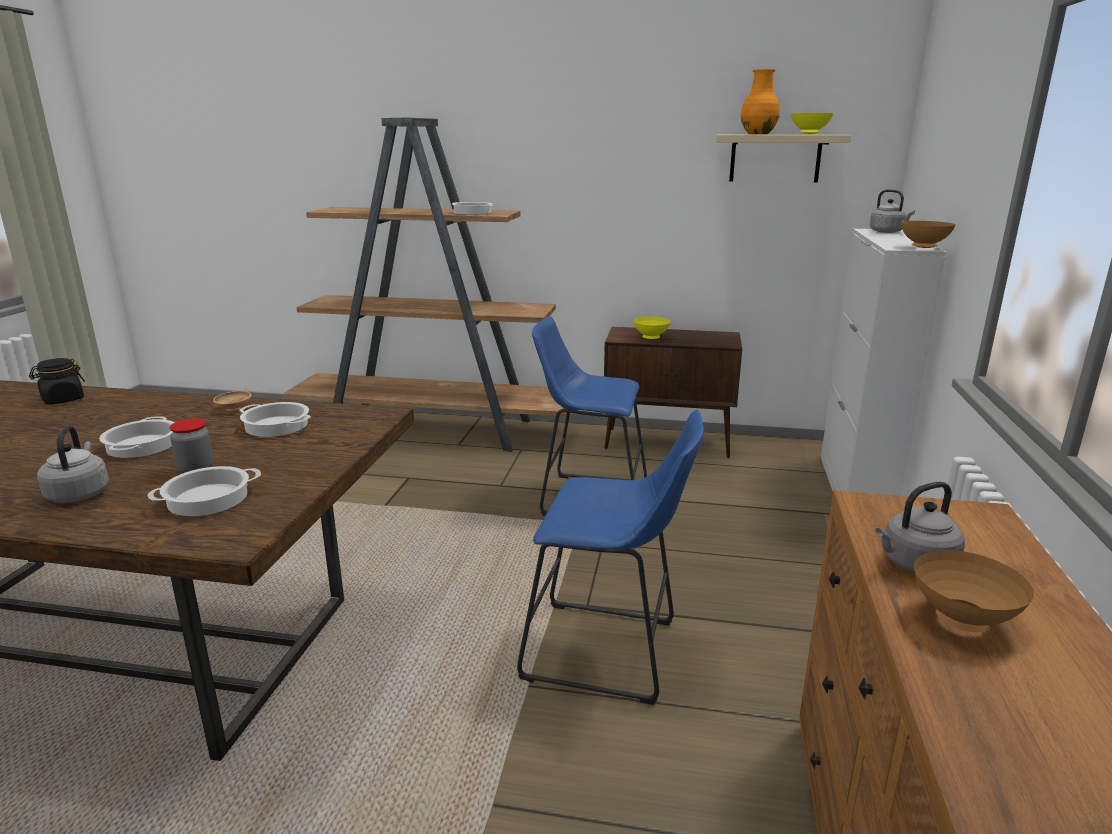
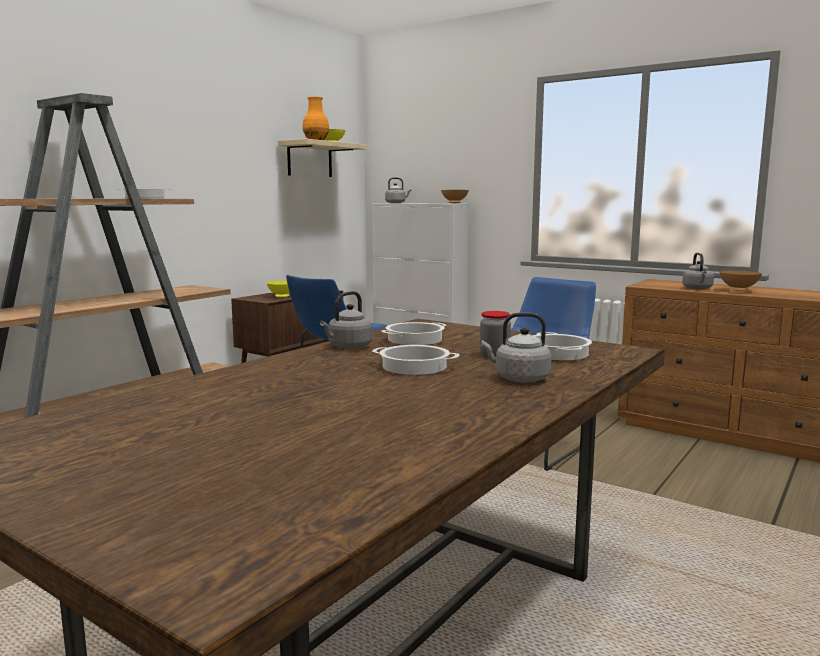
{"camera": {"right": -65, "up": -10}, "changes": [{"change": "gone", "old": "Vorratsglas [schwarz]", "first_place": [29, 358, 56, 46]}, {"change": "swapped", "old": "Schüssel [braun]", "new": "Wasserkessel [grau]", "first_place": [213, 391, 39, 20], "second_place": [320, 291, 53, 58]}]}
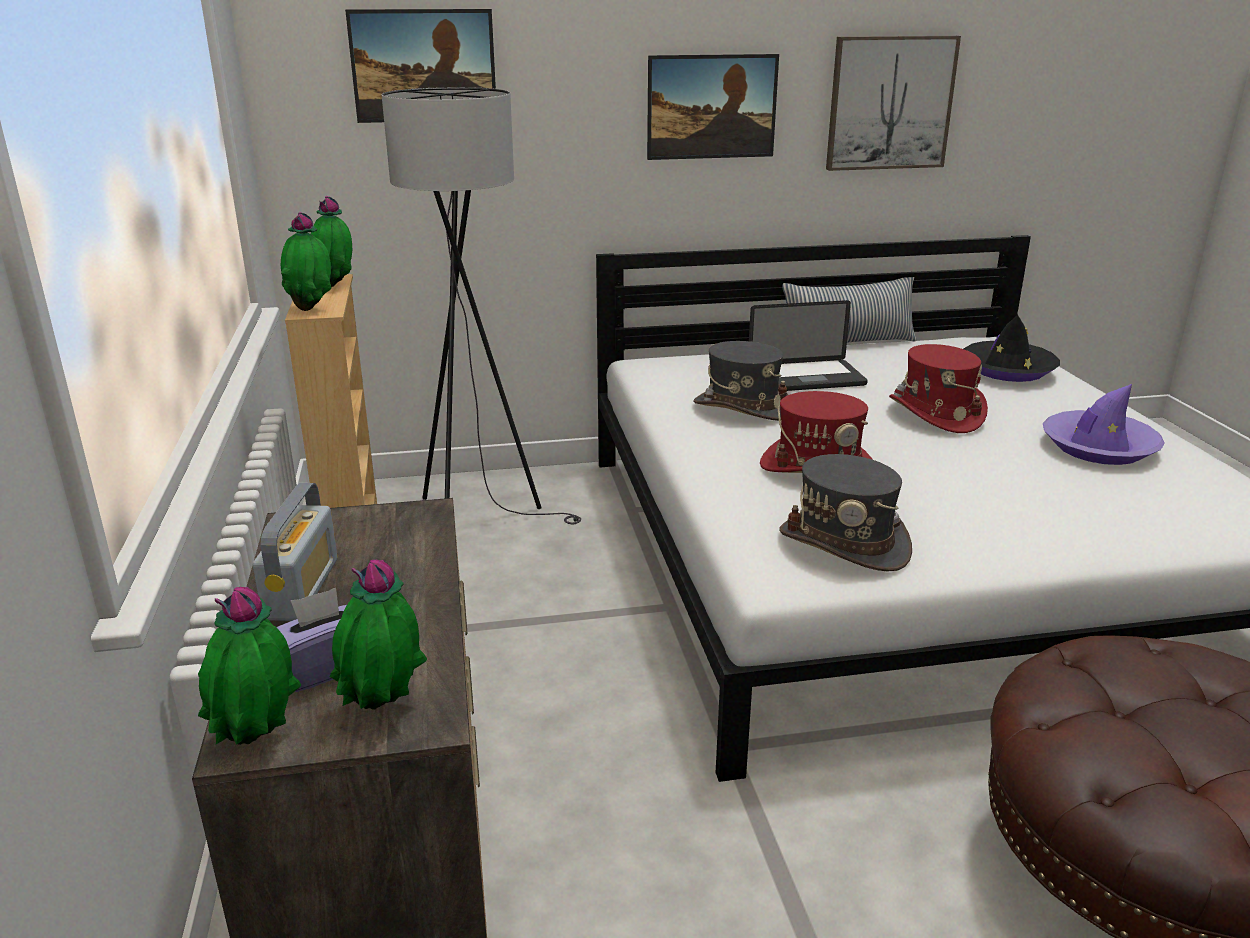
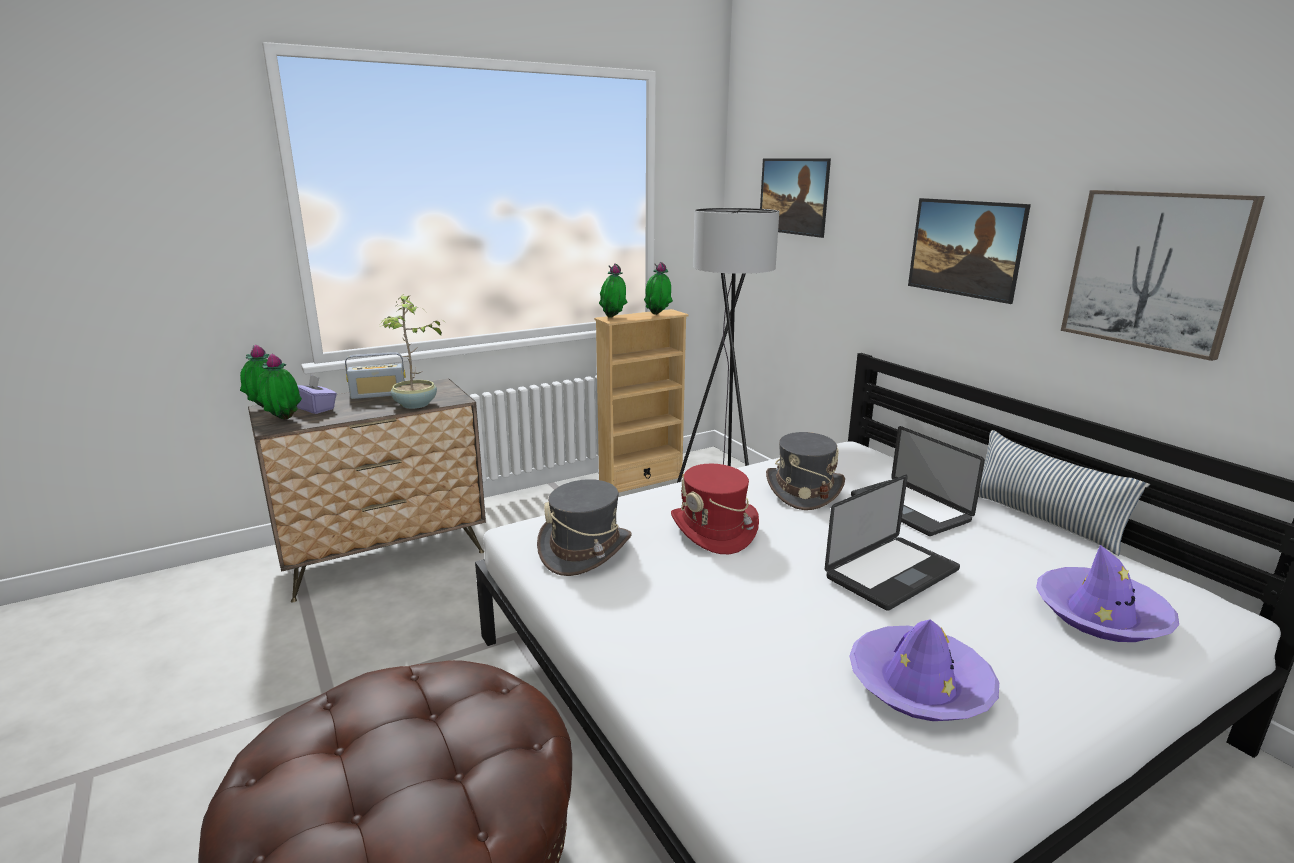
{"camera": {"right": 70, "up": -5}, "changes": [{"change": "swapped", "old": "Hut [rot]", "new": "Laptop", "first_place": [889, 344, 99, 89], "second_place": [825, 475, 135, 135]}, {"change": "repainted", "old": "Hut [schwarz]", "new": "Hut [lila]", "first_place": [964, 315, 96, 67], "second_place": [1036, 545, 143, 97]}, {"change": "new", "new": "Topfpflanze", "second_place": [380, 294, 62, 115]}]}
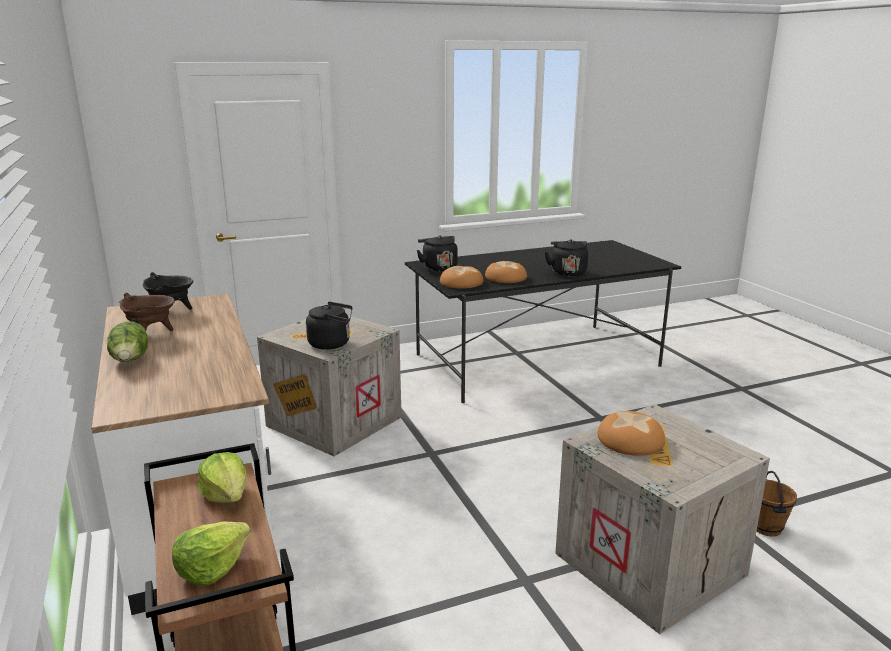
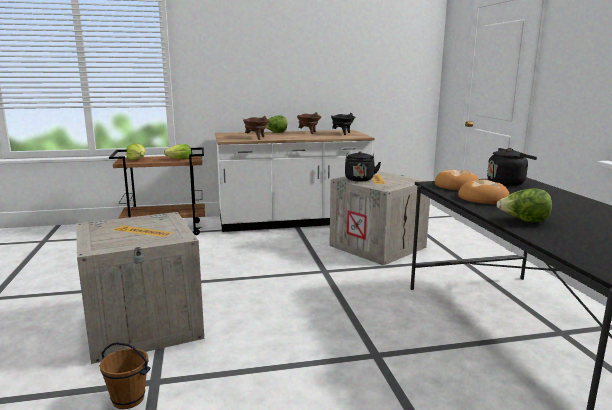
{"camera": {"right": 100, "up": -5}, "changes": [{"change": "swapped", "old": "Wasserkessel [schwarz]", "new": "Salatkopf", "first_place": [545, 239, 43, 38], "second_place": [497, 188, 55, 34]}, {"change": "gone", "old": "Brot", "first_place": [597, 411, 68, 45]}, {"change": "new", "new": "Kochtopf [braun]", "second_place": [243, 116, 27, 24]}]}
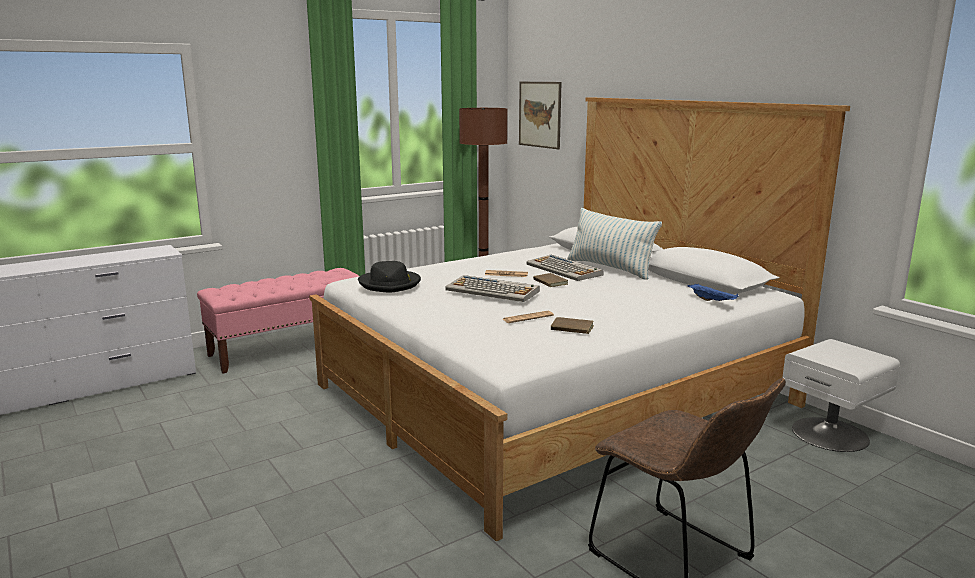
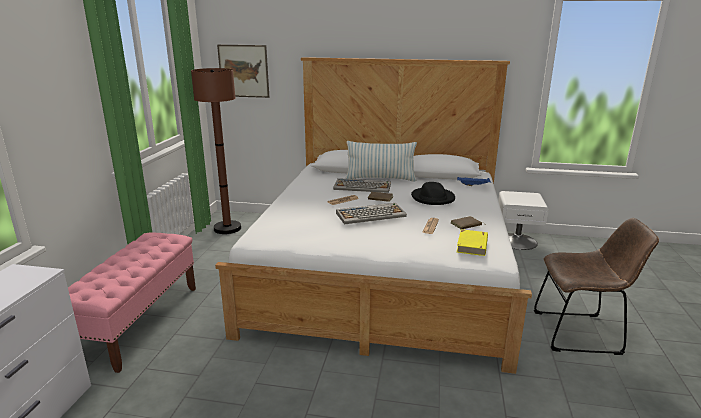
{"camera": {"right": -45, "up": 5}, "changes": [{"change": "shifted", "old": "Hut [schwarz]", "first_place": [358, 261, 63, 32], "second_place": [411, 182, 44, 23]}, {"change": "new", "new": "Buch [gelb]", "second_place": [457, 229, 31, 27]}]}
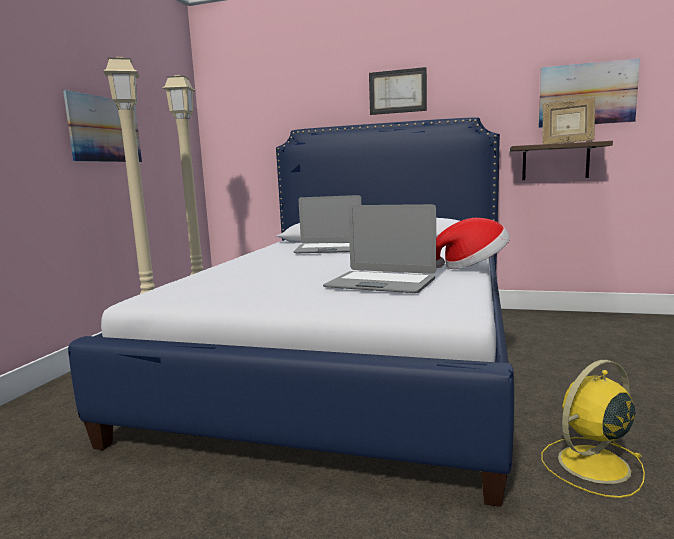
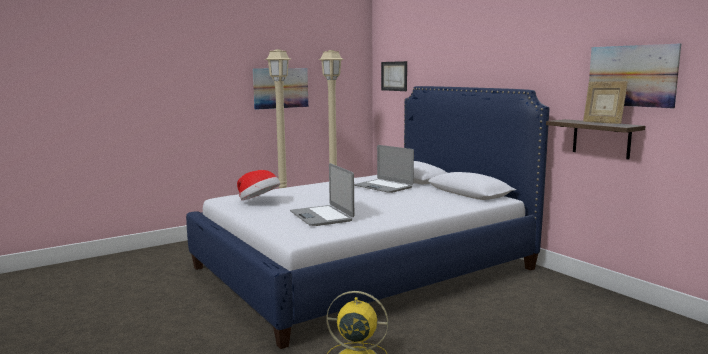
{"camera": {"right": 40, "up": 0}, "changes": [{"change": "shifted", "old": "Bild", "first_place": [369, 67, 58, 48], "second_place": [381, 61, 26, 30]}, {"change": "shifted", "old": "Hut", "first_place": [436, 218, 74, 51], "second_place": [237, 170, 43, 30]}]}
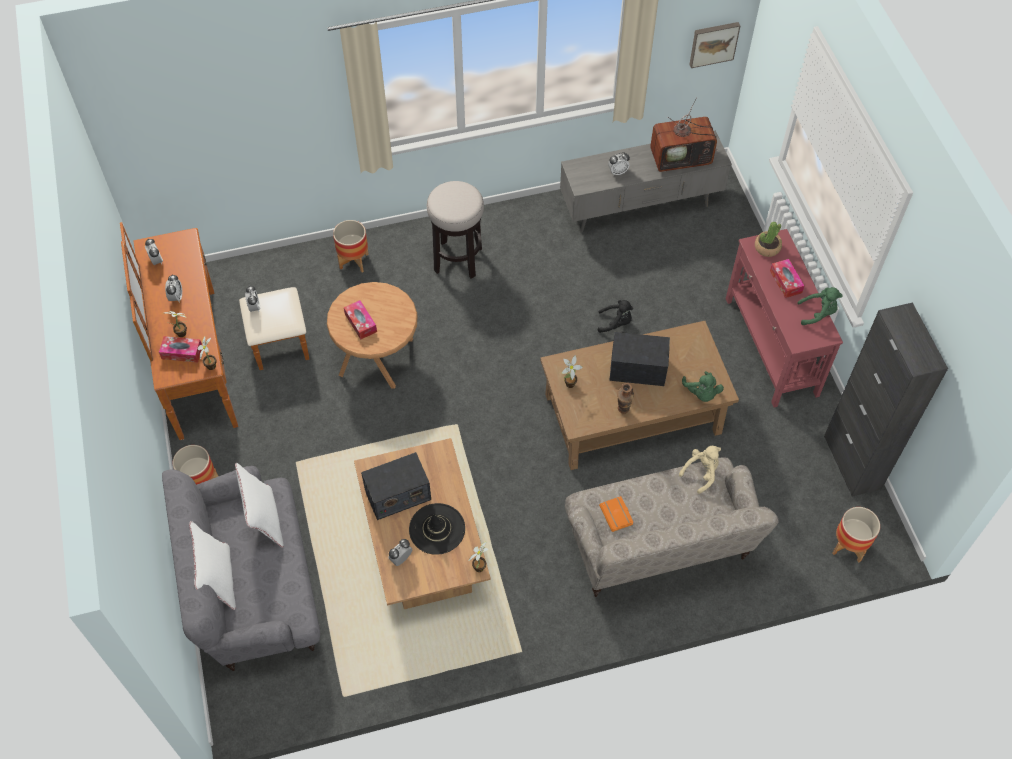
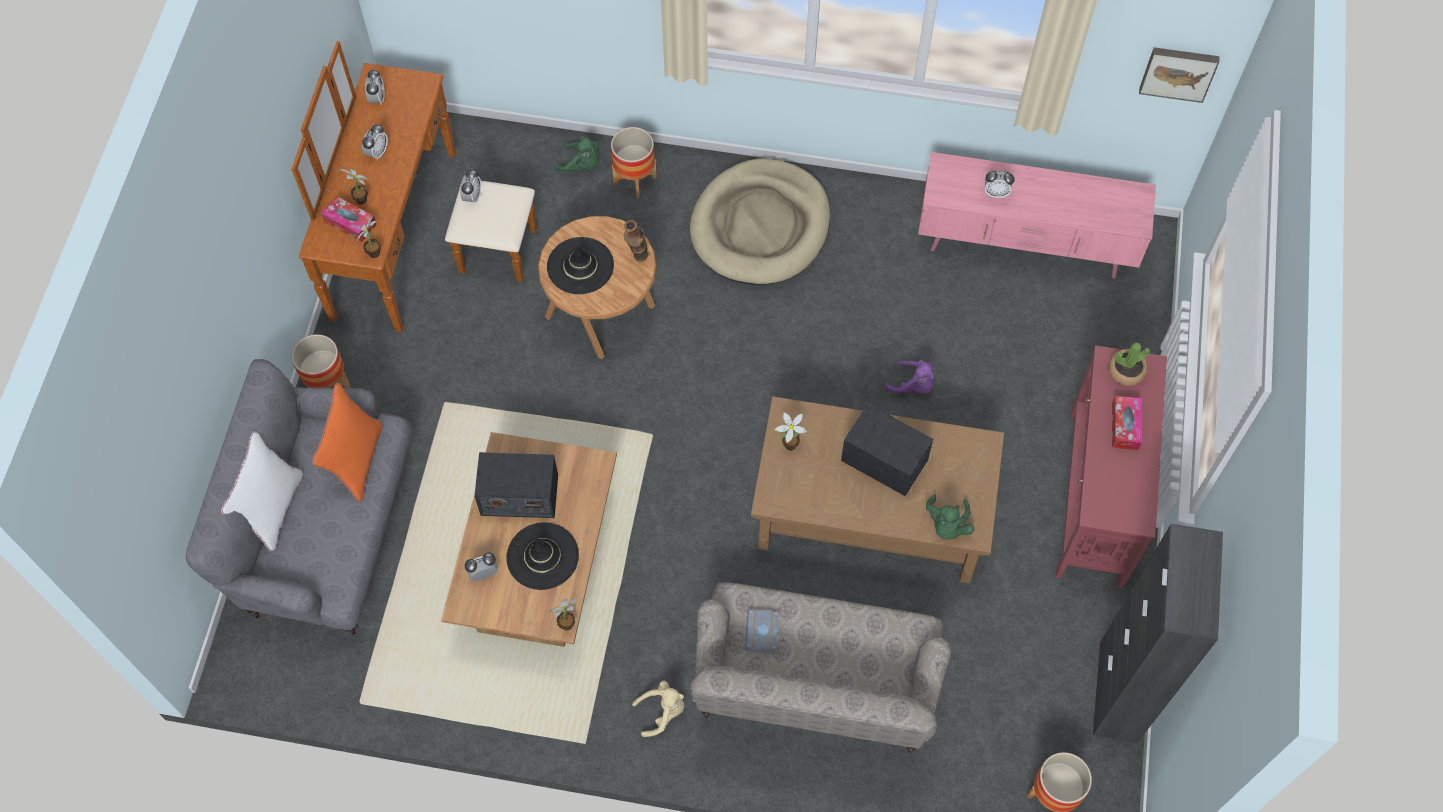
{"camera": {"right": 25, "up": 5}, "changes": [{"change": "repainted", "old": "Kissen [weiß]", "new": "Kissen [orange]", "first_place": [235, 463, 49, 85], "second_place": [312, 383, 70, 119]}, {"change": "swapped", "old": "Taschentuchbox", "new": "Hut [schwarz]", "first_place": [344, 300, 33, 40], "second_place": [547, 237, 67, 57]}, {"change": "swapped", "old": "Hocker", "new": "Hundebett [beige]", "first_place": [427, 181, 57, 98], "second_place": [690, 158, 140, 127]}, {"change": "repainted", "old": "Fernsehschrank [grau]", "new": "Fernsehschrank [rosa]", "first_place": [560, 131, 172, 102], "second_place": [918, 152, 238, 127]}, {"change": "repainted", "old": "Plüschtier [schwarz]", "new": "Plüschtier [lila]", "first_place": [598, 300, 35, 33], "second_place": [884, 360, 50, 34]}, {"change": "repainted", "old": "Buch [orange]", "new": "Buch [grau]", "first_place": [599, 496, 34, 36], "second_place": [745, 610, 33, 43]}, {"change": "shifted", "old": "Vase", "first_place": [617, 383, 17, 31], "second_place": [624, 220, 25, 42]}, {"change": "gone", "old": "Fernseher", "first_place": [650, 97, 68, 75]}, {"change": "shifted", "old": "Plüschtier [beige]", "first_place": [679, 446, 42, 48], "second_place": [632, 680, 52, 57]}, {"change": "shifted", "old": "Plüschtier [grün]", "first_place": [797, 287, 46, 38], "second_place": [554, 136, 45, 36]}]}
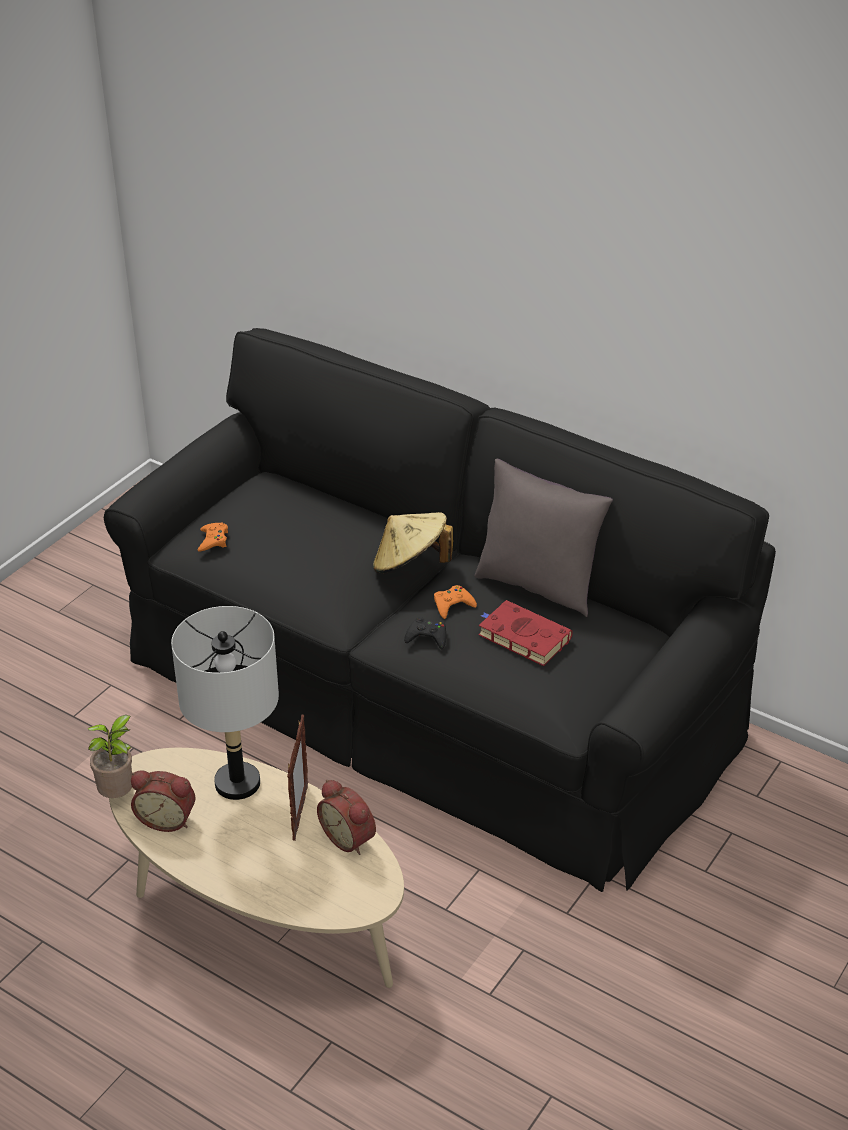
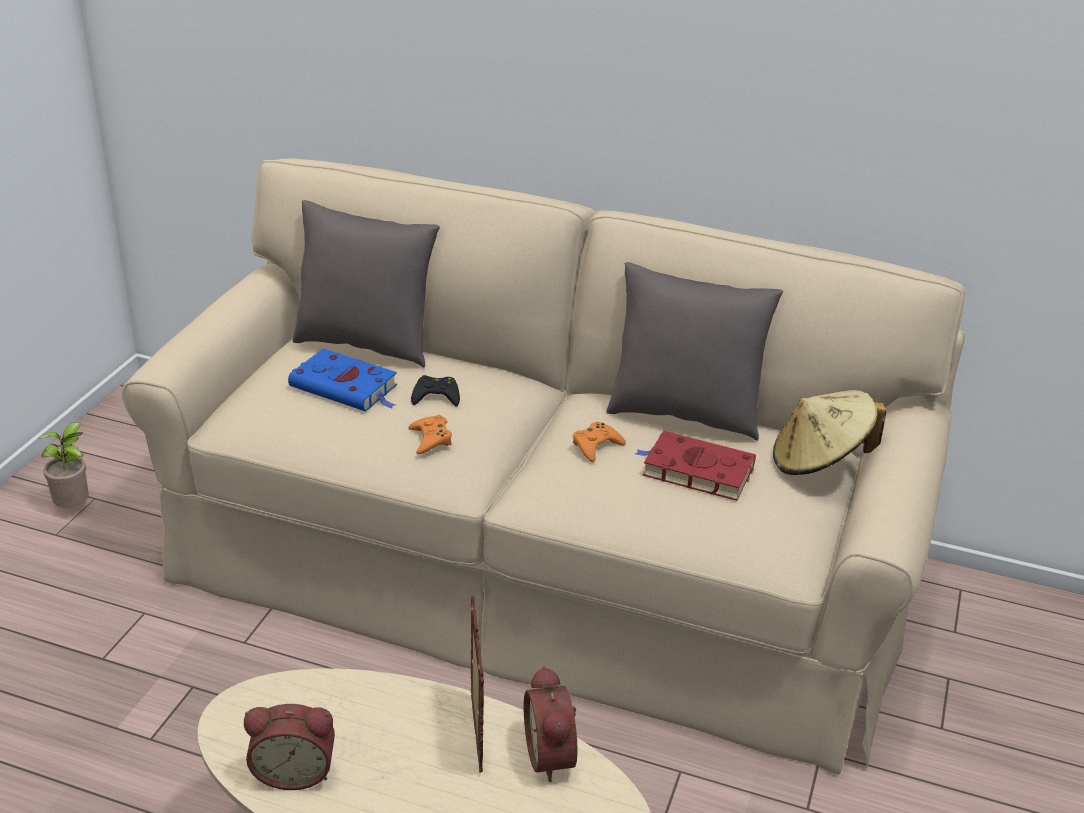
{"camera": {"right": -15, "up": -5}, "changes": [{"change": "shifted", "old": "Topfpflanze", "first_place": [88, 715, 44, 83], "second_place": [39, 422, 51, 86]}, {"change": "repainted", "old": "Sofa [schwarz]", "new": "Sofa [beige]", "first_place": [104, 328, 672, 564], "second_place": [122, 158, 844, 616]}, {"change": "gone", "old": "Tischlampe [grau]", "first_place": [171, 606, 108, 194]}, {"change": "shifted", "old": "Gamepad [orange]", "first_place": [198, 522, 30, 29], "second_place": [408, 415, 44, 39]}, {"change": "rotated", "old": "Wecker", "first_place": [317, 779, 59, 76], "second_place": [524, 666, 53, 116], "degrees": 45}, {"change": "shifted", "old": "Hut [beige]", "first_place": [373, 512, 80, 61], "second_place": [773, 390, 113, 85]}, {"change": "shifted", "old": "Gamepad [schwarz]", "first_place": [404, 617, 42, 32], "second_place": [411, 375, 49, 31]}, {"change": "new", "new": "Buch [blau]", "second_place": [288, 349, 109, 63]}, {"change": "new", "new": "Kissen [grau]", "second_place": [292, 200, 148, 168]}]}
